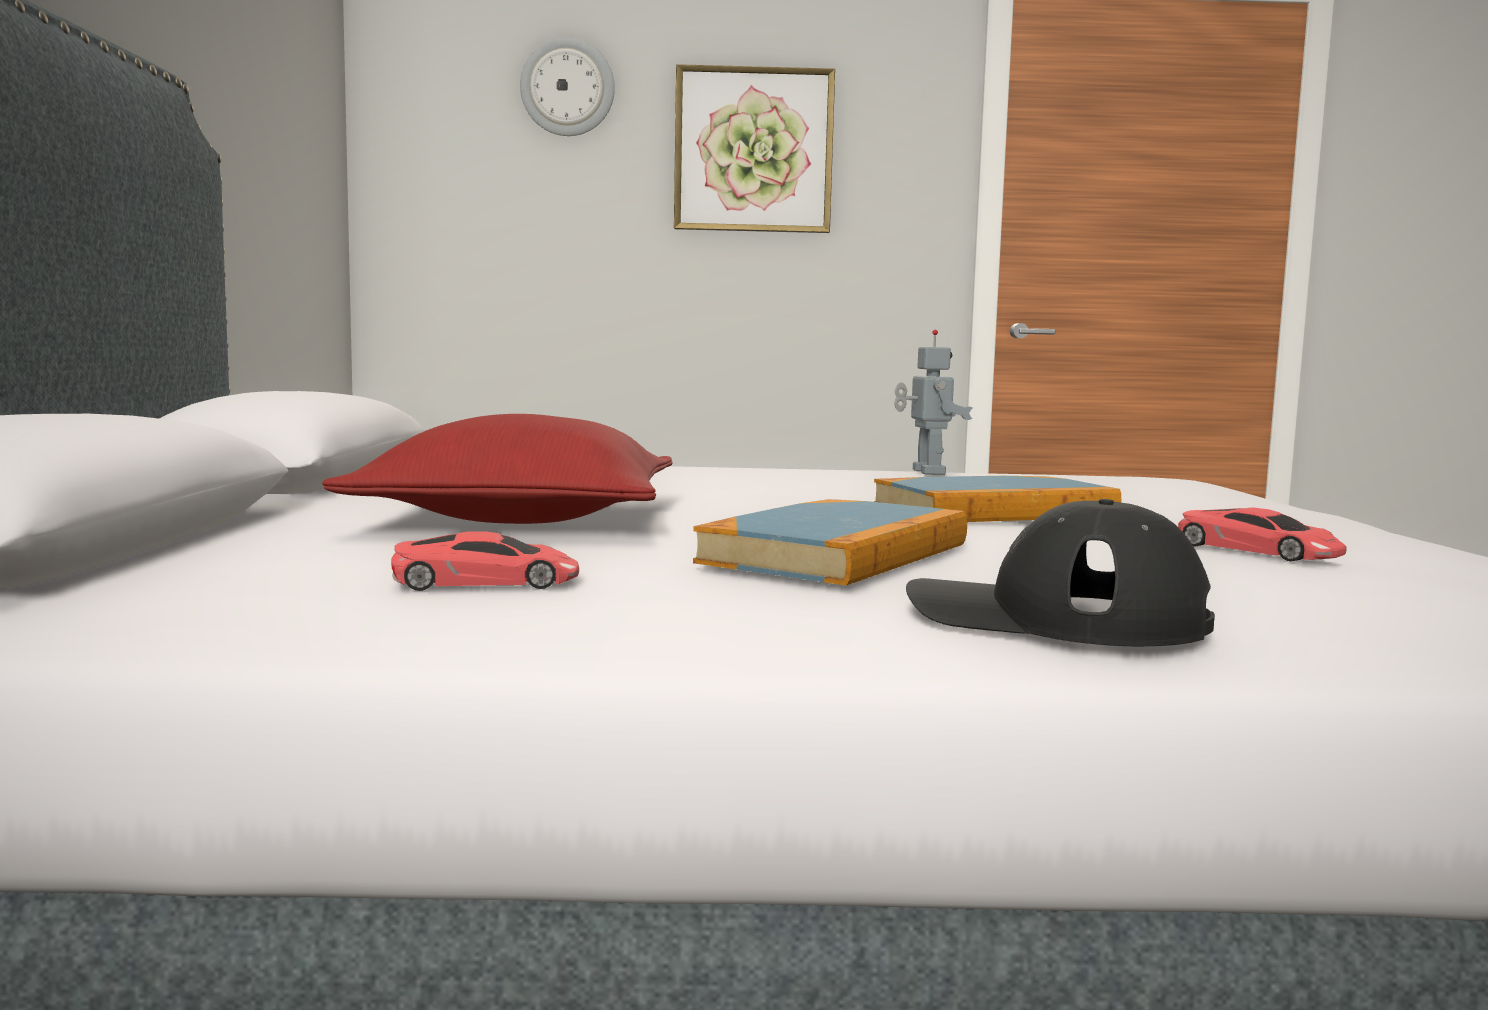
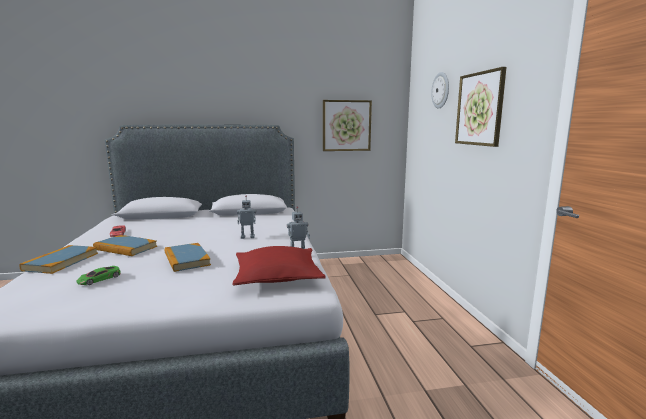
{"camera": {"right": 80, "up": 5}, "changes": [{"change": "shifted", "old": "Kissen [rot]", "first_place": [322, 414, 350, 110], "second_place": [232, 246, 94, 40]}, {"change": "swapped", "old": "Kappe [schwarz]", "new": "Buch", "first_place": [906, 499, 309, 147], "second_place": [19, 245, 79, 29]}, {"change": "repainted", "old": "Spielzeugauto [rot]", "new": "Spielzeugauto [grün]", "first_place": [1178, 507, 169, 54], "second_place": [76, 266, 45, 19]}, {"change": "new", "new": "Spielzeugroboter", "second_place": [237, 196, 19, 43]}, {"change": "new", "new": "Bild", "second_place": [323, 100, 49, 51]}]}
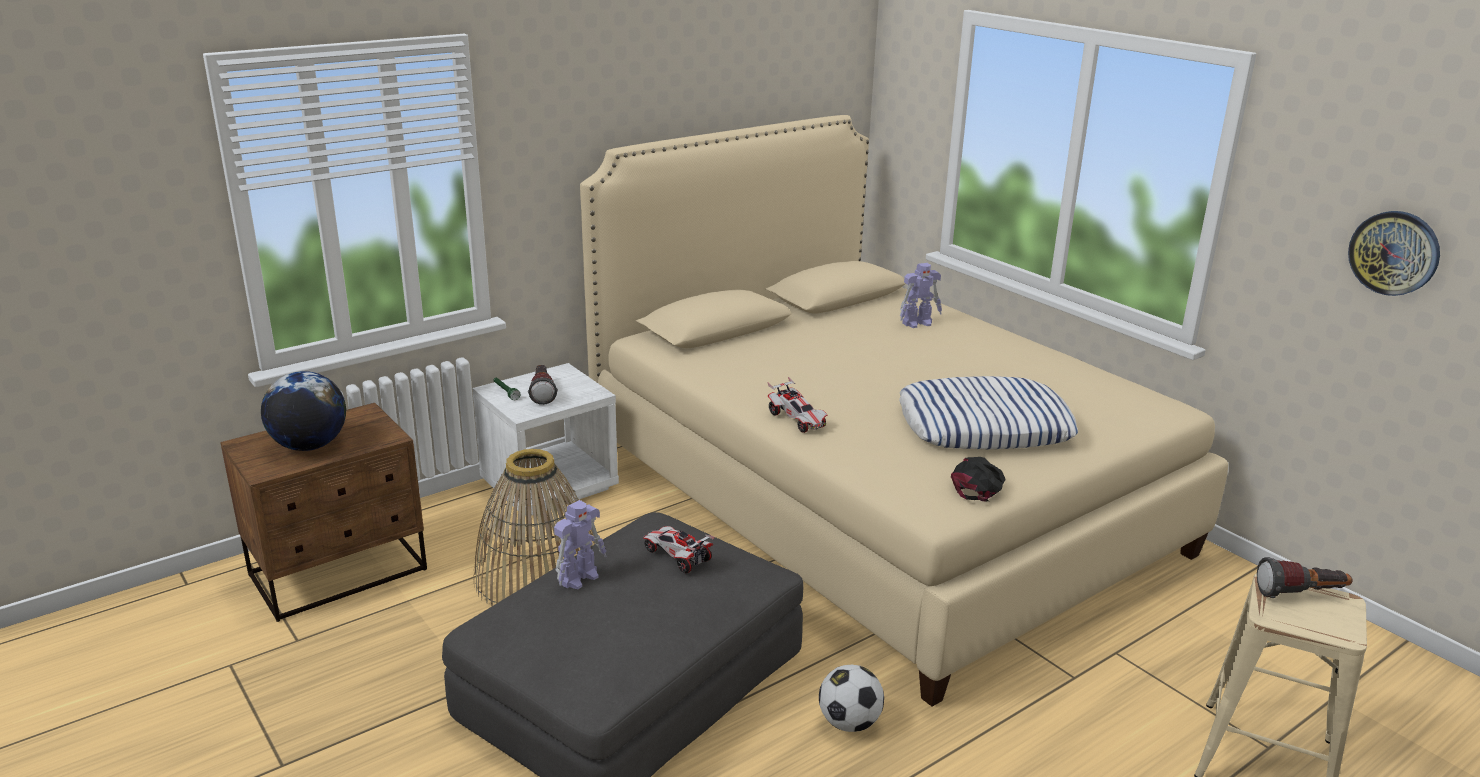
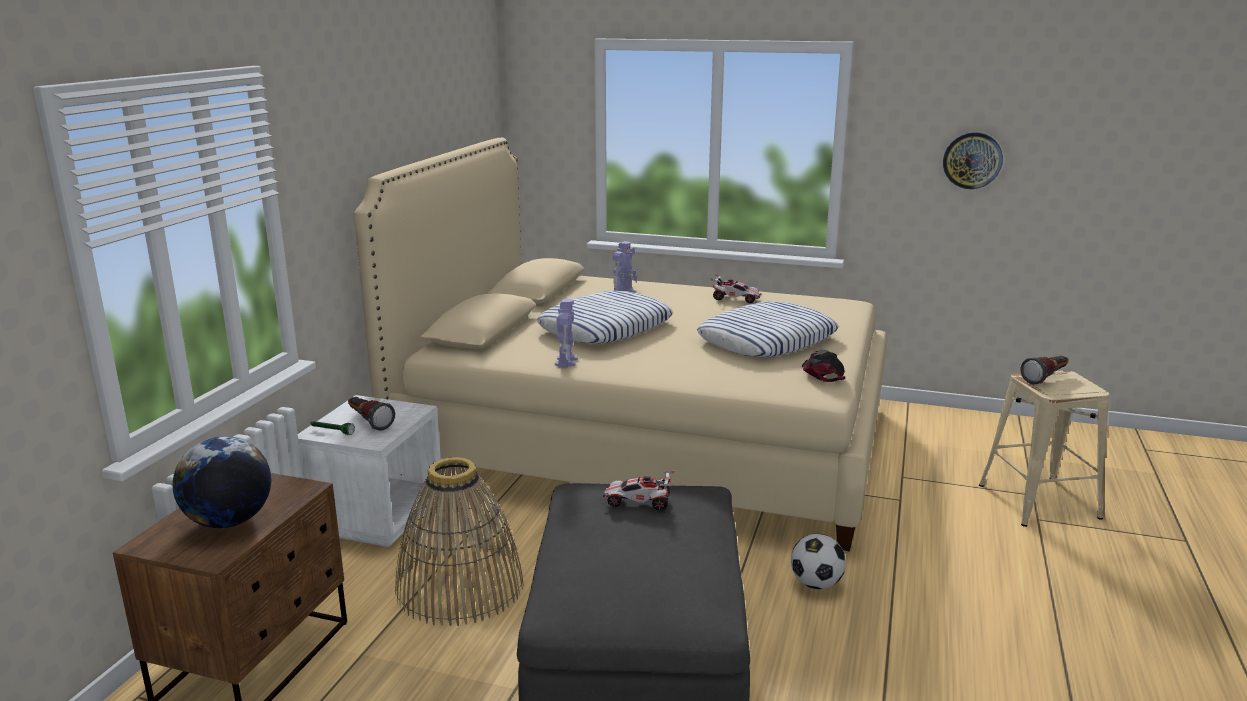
{"camera": {"right": -35, "up": -5}, "changes": [{"change": "shifted", "old": "Spielzeugroboter", "first_place": [554, 500, 52, 89], "second_place": [555, 299, 23, 68]}, {"change": "shifted", "old": "Spielzeugauto", "first_place": [767, 377, 60, 56], "second_place": [710, 274, 52, 29]}, {"change": "new", "new": "Kissen", "second_place": [537, 291, 136, 53]}]}
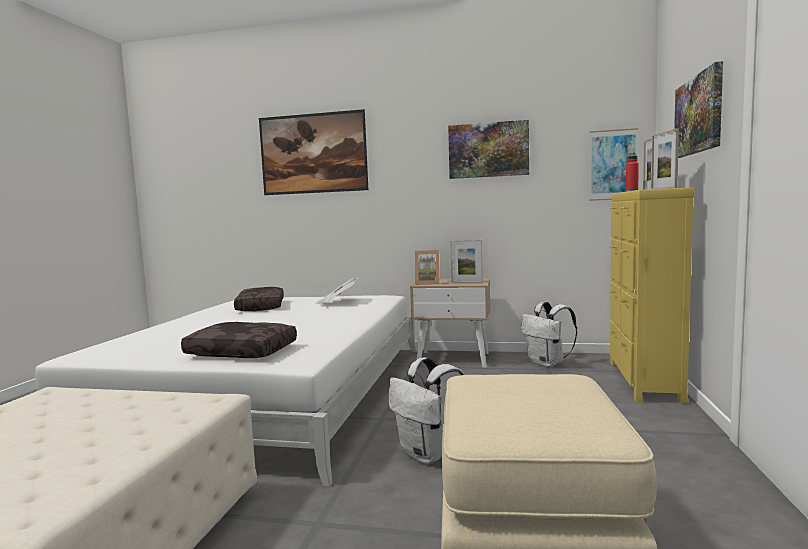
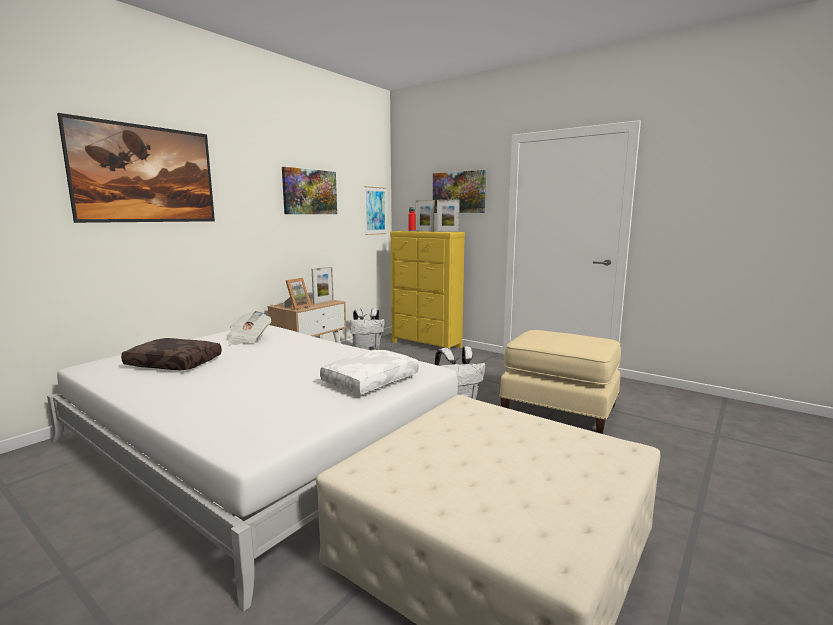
{"camera": {"right": -65, "up": 5}, "changes": [{"change": "repainted", "old": "Kissen [braun]", "new": "Kissen [weiß]", "first_place": [181, 322, 116, 36], "second_place": [320, 350, 99, 44]}]}
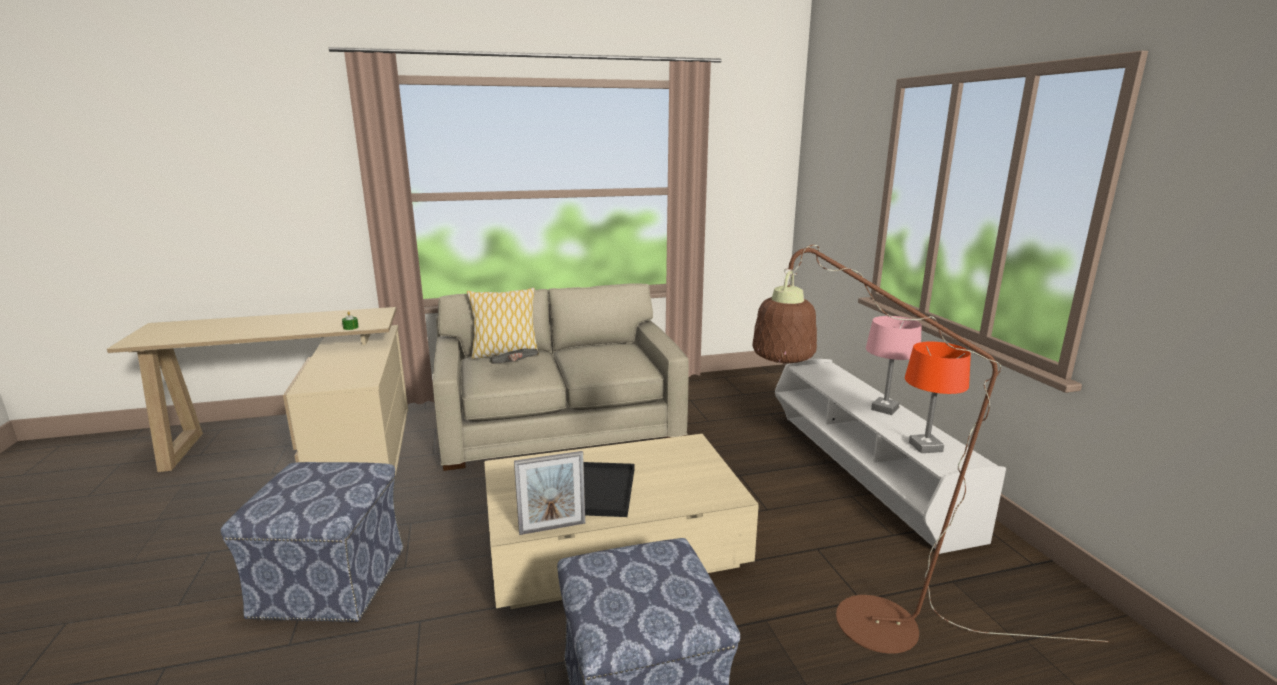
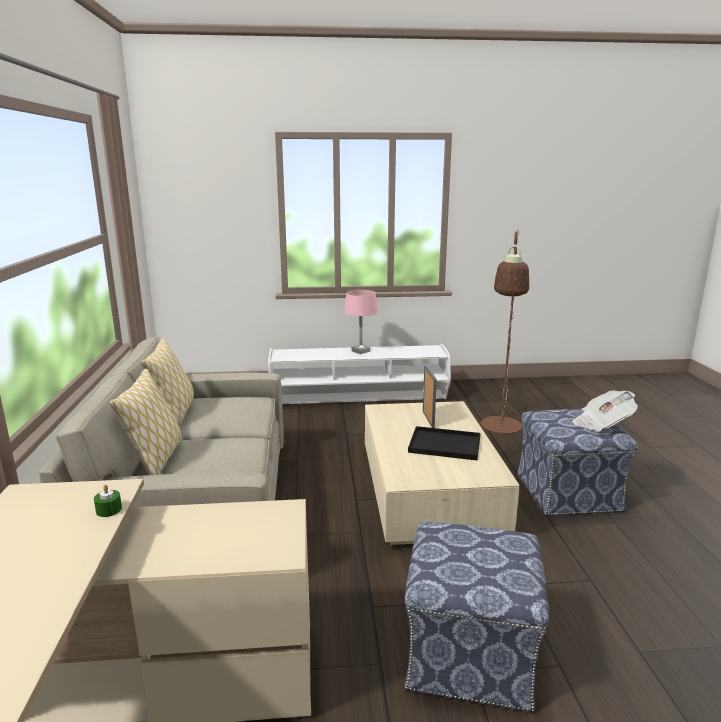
{"camera": {"right": -80, "up": 0}, "changes": [{"change": "shifted", "old": "Zeitung", "first_place": [489, 348, 50, 16], "second_place": [572, 390, 66, 42]}, {"change": "shifted", "old": "Bilderrahmen", "first_place": [514, 451, 71, 84], "second_place": [423, 365, 14, 63]}, {"change": "gone", "old": "Tischlampe [orange]", "first_place": [905, 341, 66, 112]}, {"change": "new", "new": "Kissen", "second_place": [141, 338, 53, 89]}]}
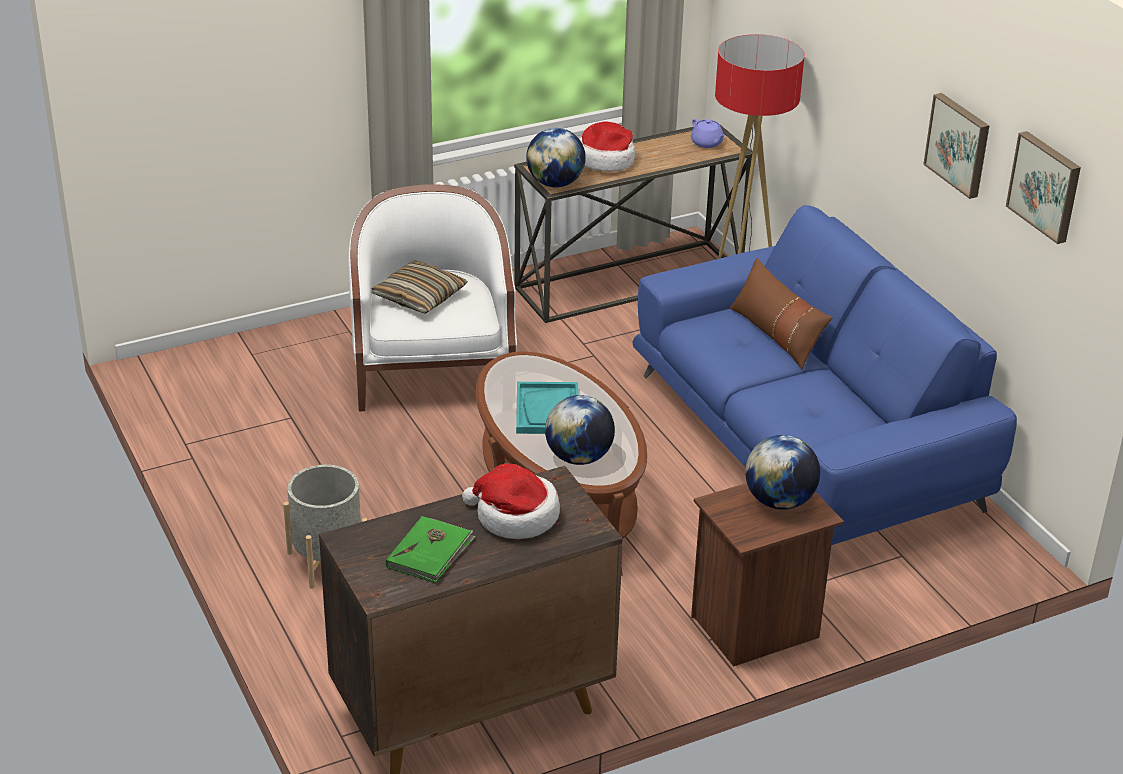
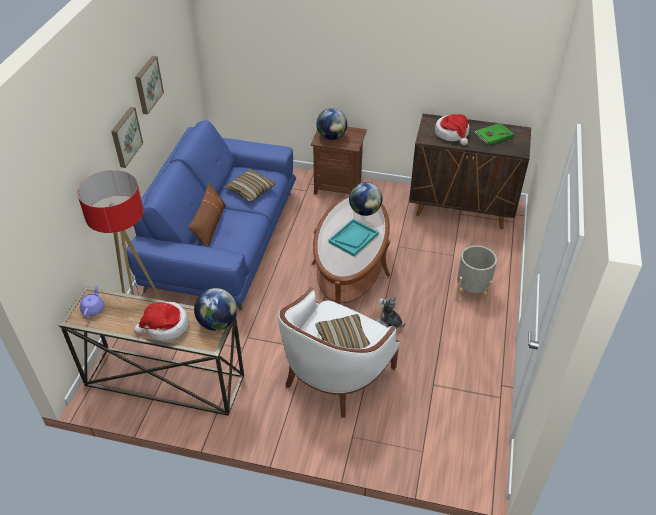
{"camera": {"right": -140, "up": 10}, "changes": [{"change": "shifted", "old": "Bild", "first_place": [1006, 131, 75, 113], "second_place": [111, 107, 32, 61]}, {"change": "new", "new": "Kissen", "second_place": [224, 169, 52, 33]}, {"change": "new", "new": "Plüschtier", "second_place": [376, 296, 29, 34]}]}
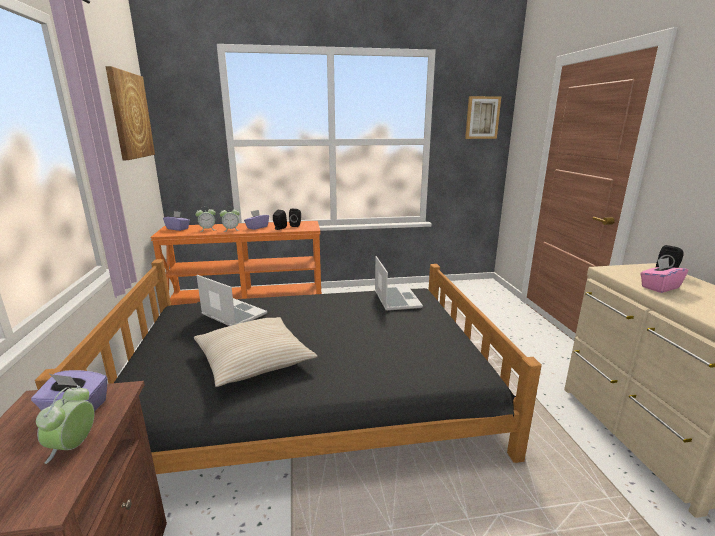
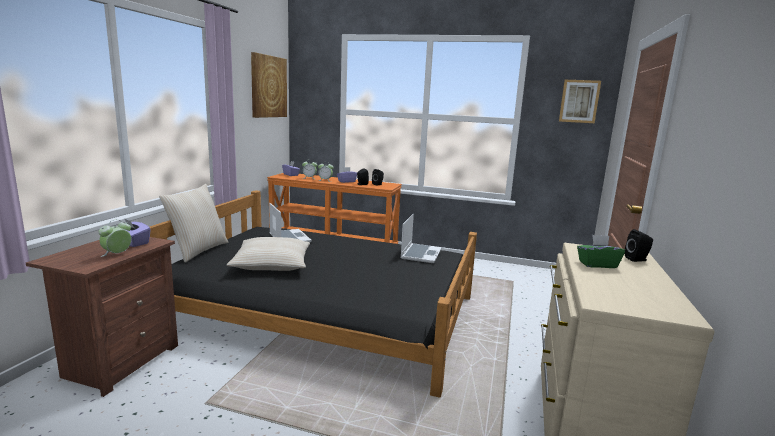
{"camera": {"right": 25, "up": -5}, "changes": [{"change": "repainted", "old": "Taschentuchbox [rosa]", "new": "Taschentuchbox [grün]", "first_place": [640, 257, 48, 36], "second_place": [577, 235, 48, 33]}, {"change": "new", "new": "Kissen [beige]", "second_place": [159, 184, 69, 79]}]}
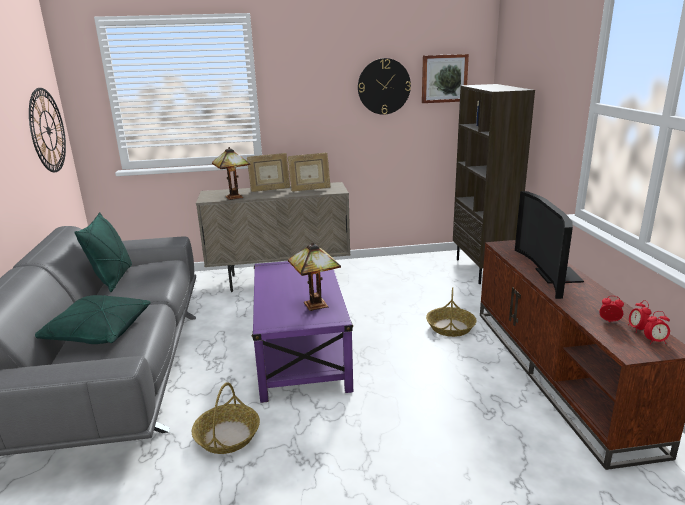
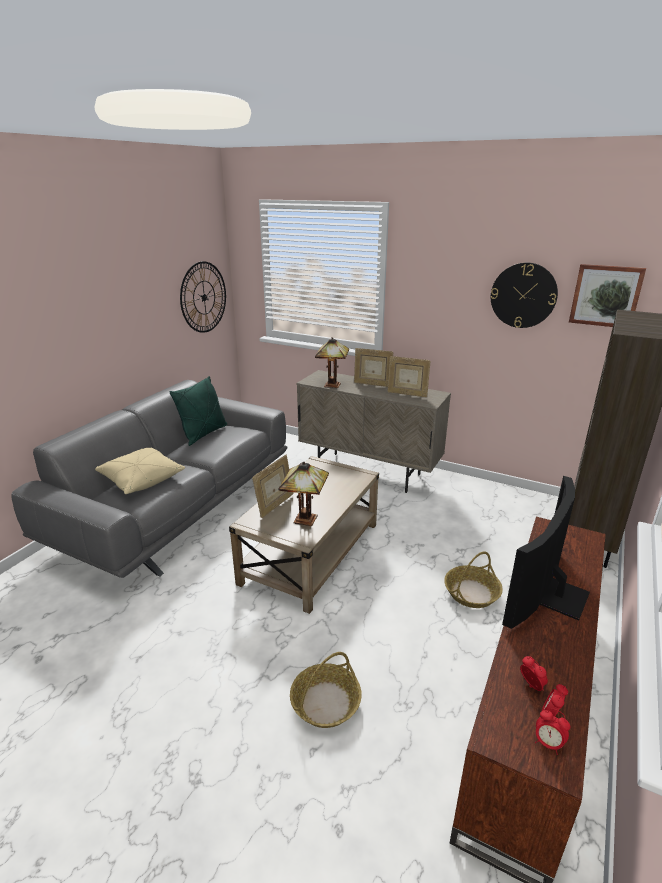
{"camera": {"right": 35, "up": 5}, "changes": [{"change": "repainted", "old": "Kissen [grün]", "new": "Kissen [beige]", "first_place": [35, 295, 116, 49], "second_place": [95, 447, 90, 47]}, {"change": "shifted", "old": "Korb", "first_place": [192, 382, 68, 72], "second_place": [290, 652, 72, 76]}, {"change": "repainted", "old": "Couchtisch [lila]", "new": "Couchtisch [beige]", "first_place": [252, 261, 101, 142], "second_place": [229, 456, 150, 158]}, {"change": "new", "new": "Bilderrahmen", "second_place": [252, 455, 42, 63]}]}
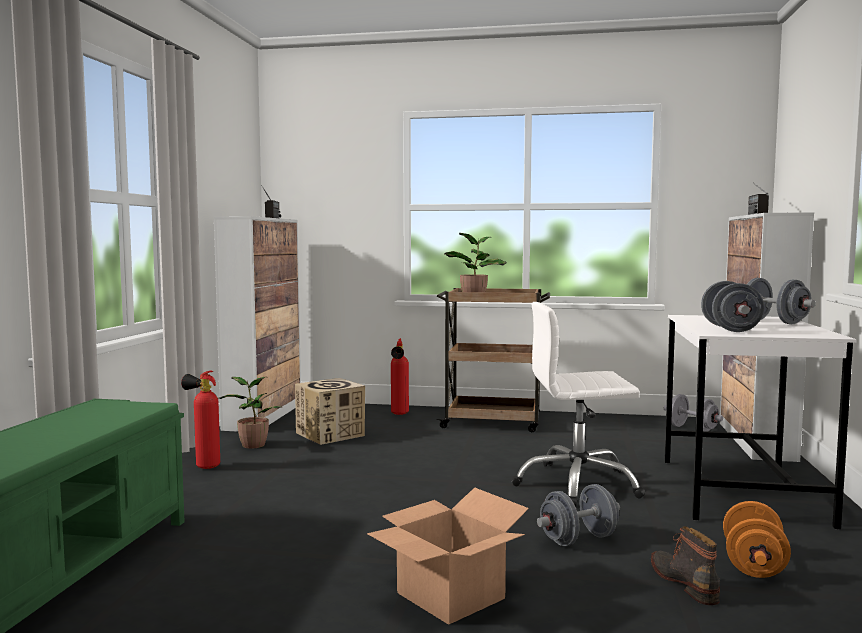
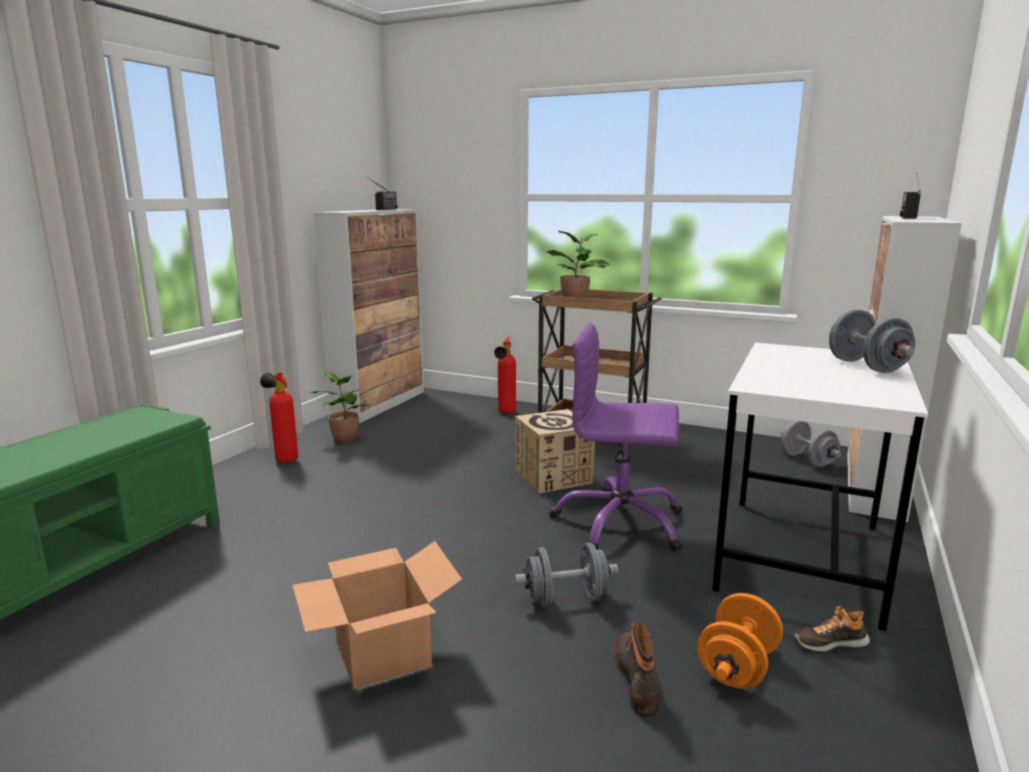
{"camera": {"right": 15, "up": 10}, "changes": [{"change": "shifted", "old": "Karton", "first_place": [295, 378, 70, 67], "second_place": [515, 409, 80, 84]}, {"change": "repainted", "old": "Bürostuhl [weiß]", "new": "Bürostuhl [lila]", "first_place": [511, 302, 135, 205], "second_place": [549, 323, 134, 229]}, {"change": "gone", "old": "Hantel [grau]", "first_place": [701, 281, 63, 51]}, {"change": "new", "new": "Schuh", "second_place": [794, 606, 76, 46]}]}
